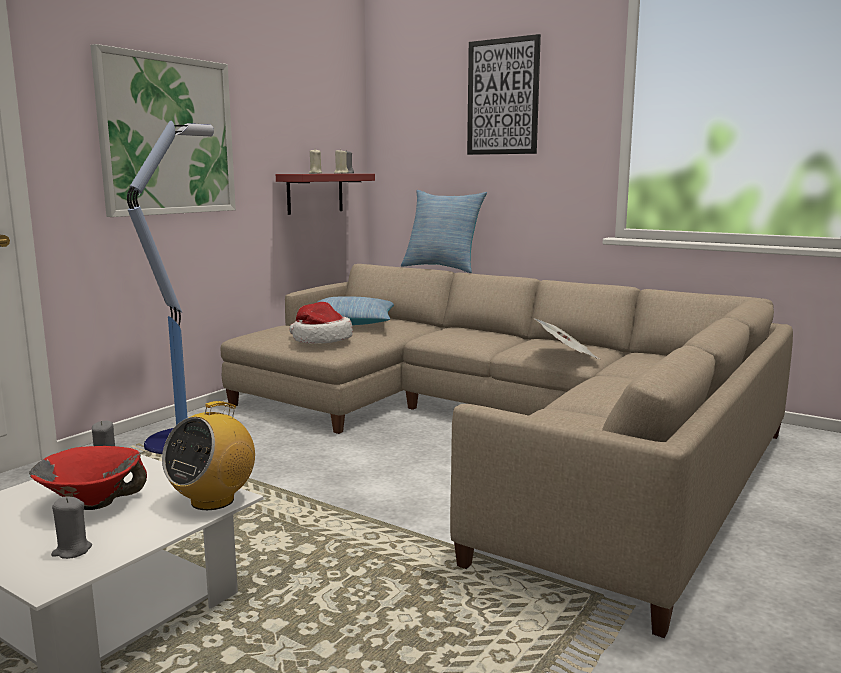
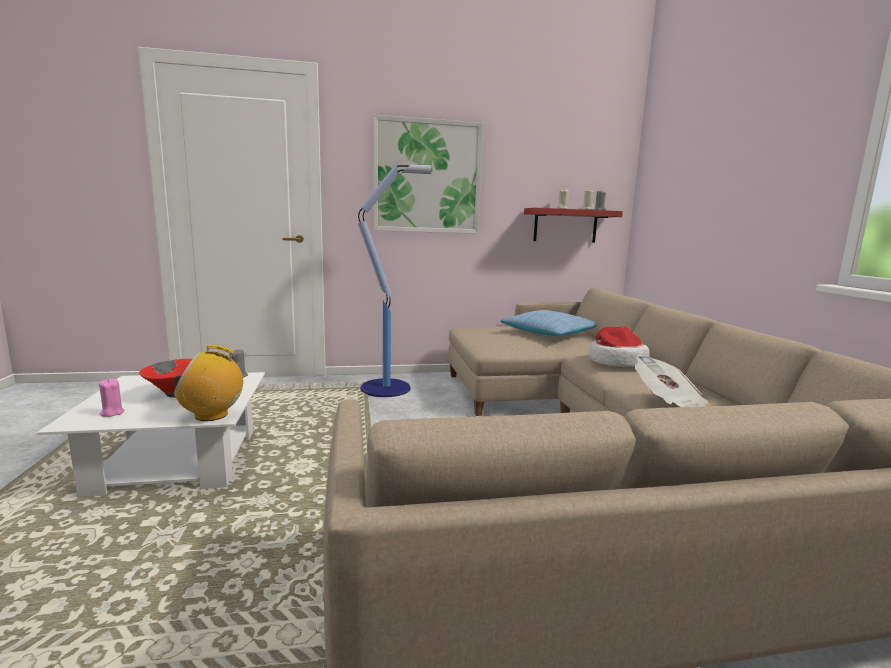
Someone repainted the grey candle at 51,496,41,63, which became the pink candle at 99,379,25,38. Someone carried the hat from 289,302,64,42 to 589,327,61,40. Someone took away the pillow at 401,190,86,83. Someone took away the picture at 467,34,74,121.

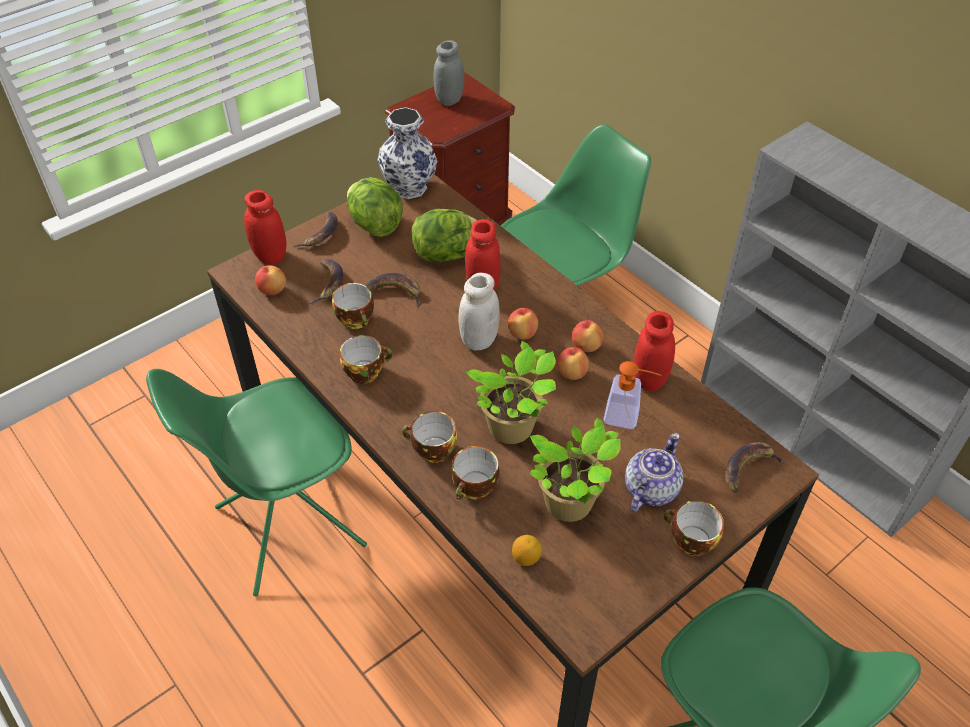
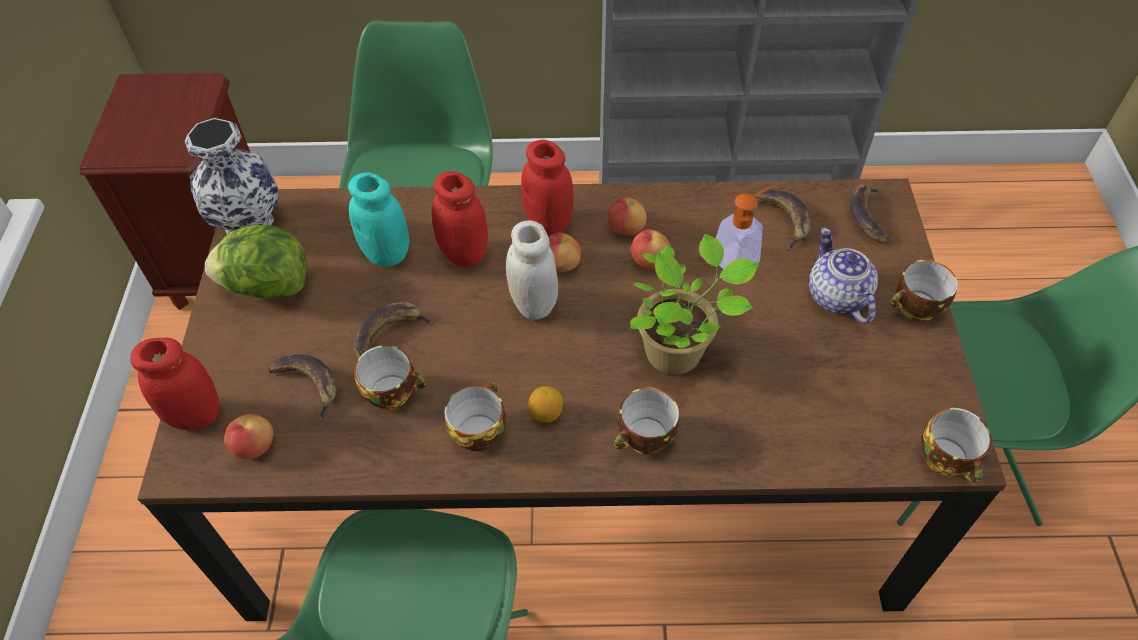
Someone carried the banana from 293,212,45,35 to 756,190,55,61. Someone swapped the lettuce at 412,209,65,53 for the turquoise jar at 348,172,61,95. Someone took away the grey jar at 433,40,31,66. Someone carried the cup from 451,446,48,54 to 921,408,71,75. Someone carried the lemon from 512,535,30,31 to 528,386,35,37. Someone took away the potted plant at 530,418,91,104. Someone carried the red jar from 633,311,42,80 to 521,140,52,95.

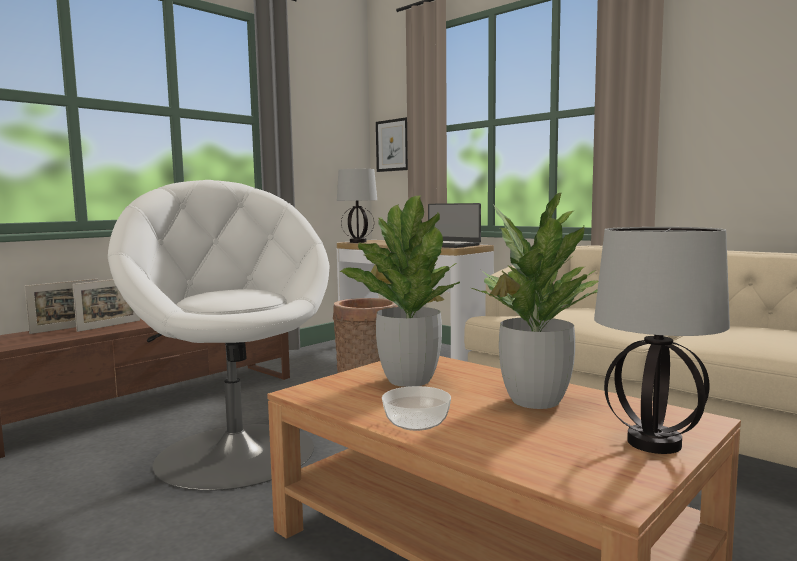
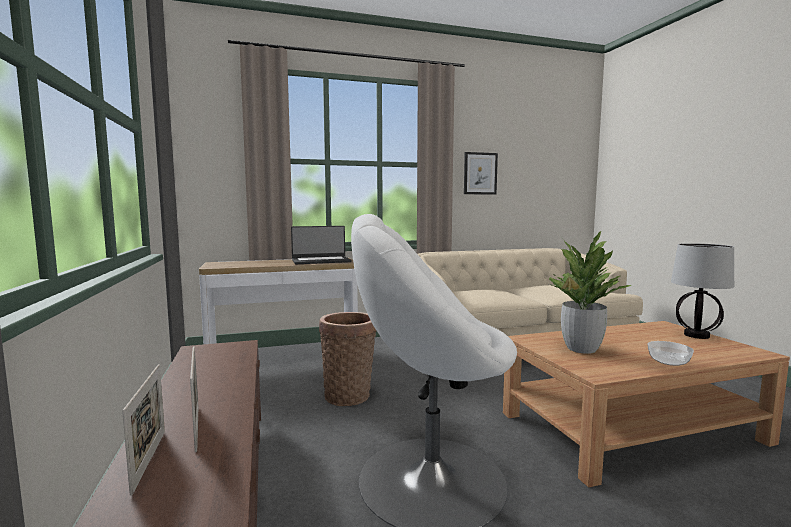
Someone took away the table lamp at 337,169,40,74. Someone carried the picture from 376,117,32,55 to 464,152,34,43. Someone took away the potted plant at 472,193,127,216.

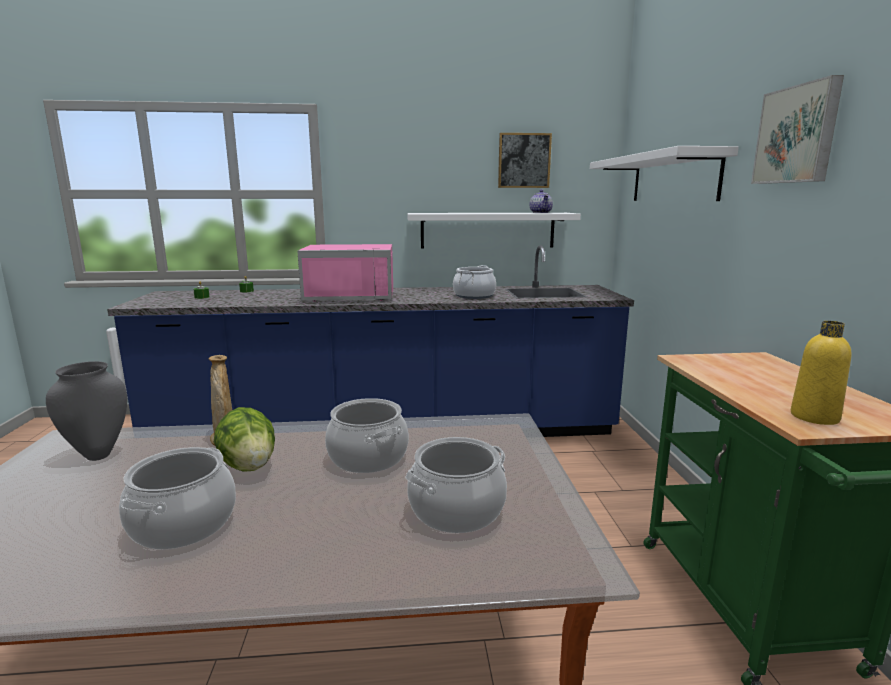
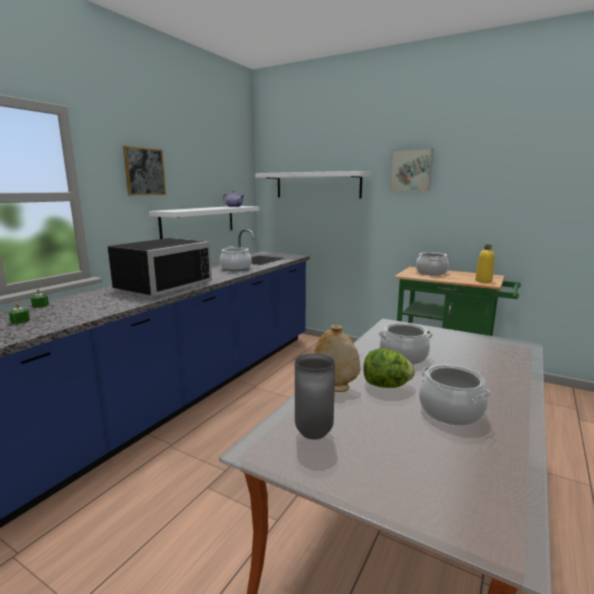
Someone repainted the pink microwave at 297,244,96,58, which became the black microwave at 107,238,105,58. Someone carried the cooking pot from 405,437,102,96 to 416,252,33,23. Someone carried the picture from 498,133,54,55 to 123,146,43,49.

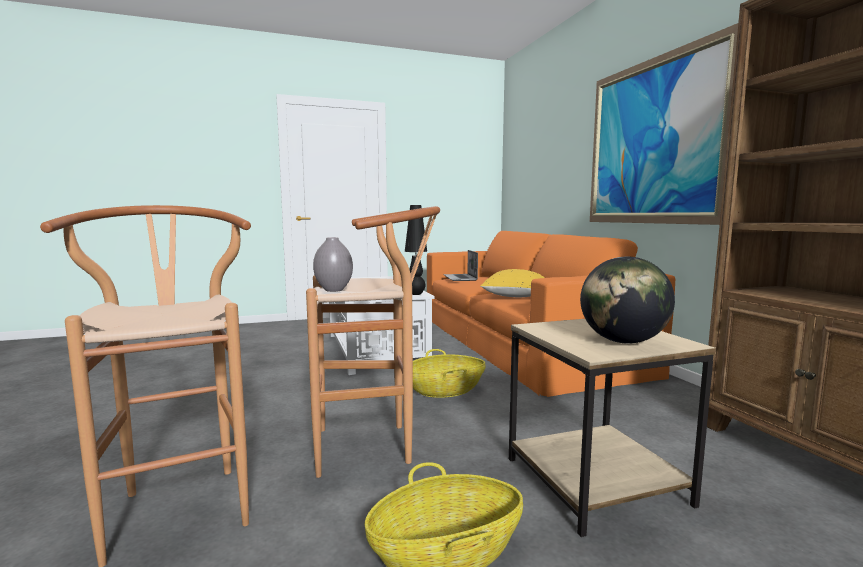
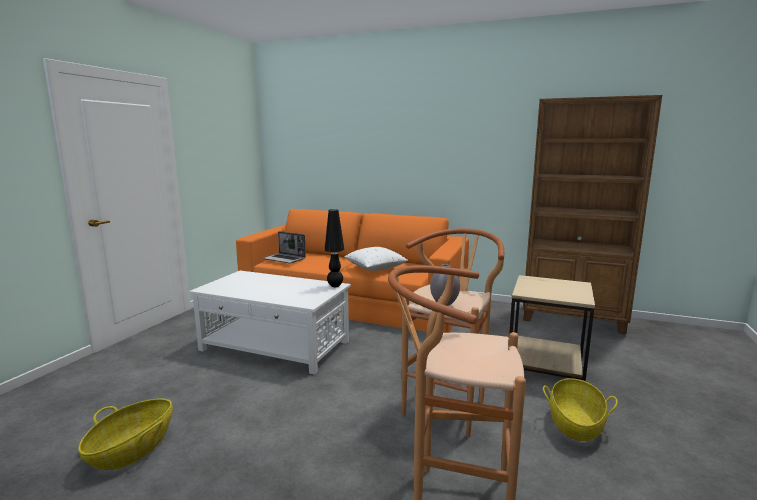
Someone carried the basket from 413,349,73,49 to 78,399,95,71. Someone repainted the yellow pillow at 480,269,65,28, which became the white pillow at 344,247,64,24. Someone took away the globe at 580,256,95,88. Someone took away the picture at 590,23,148,202.

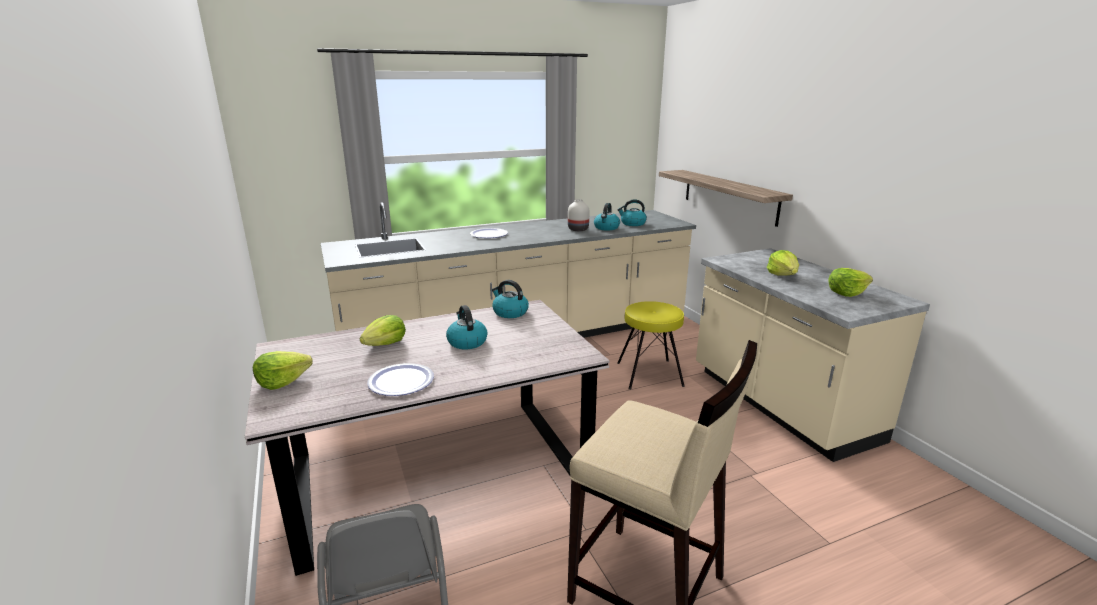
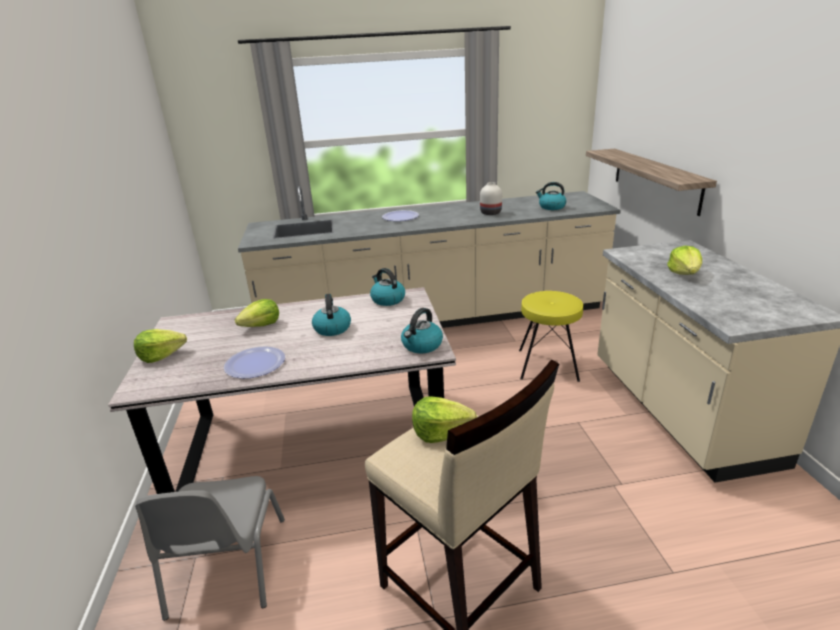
Someone carried the kettle from 594,203,26,27 to 401,308,42,46. Someone carried the lettuce from 828,268,45,29 to 412,396,65,47.

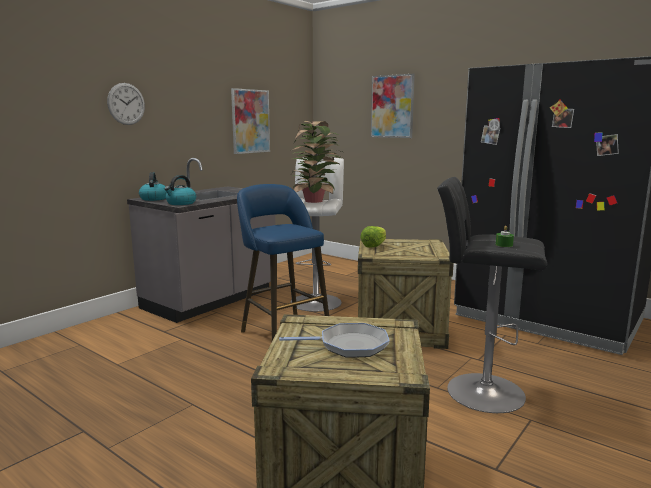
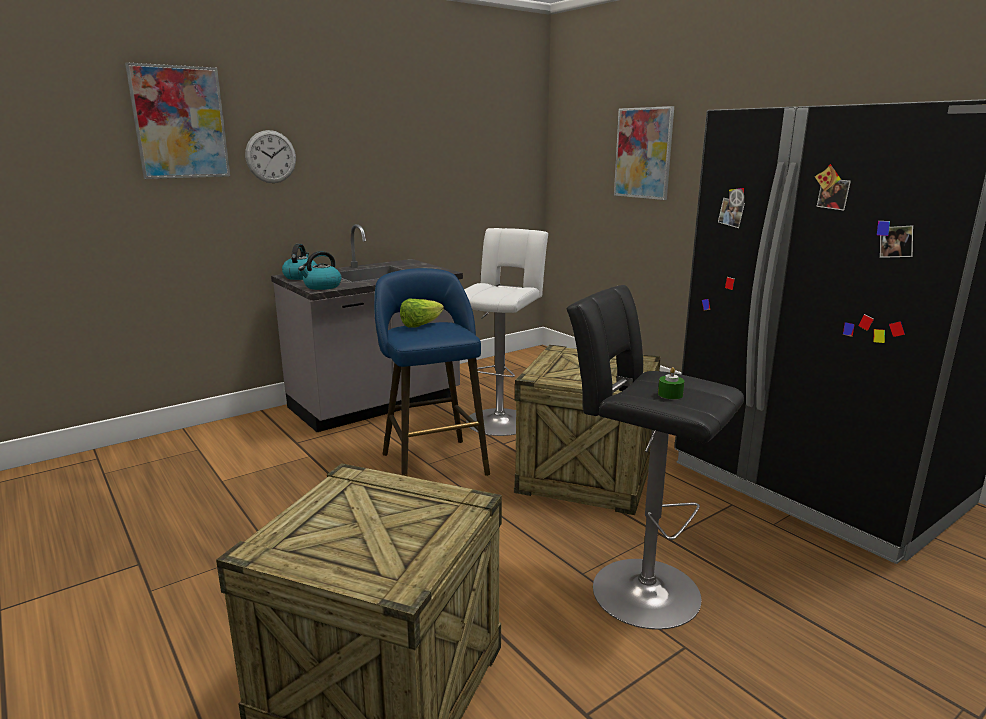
Someone carried the picture from 231,88,39,66 to 125,62,105,117. Someone took away the frying pan at 279,323,111,34. Someone took away the potted plant at 291,121,51,82. Someone carried the lettuce from 360,226,26,22 to 400,299,44,29.

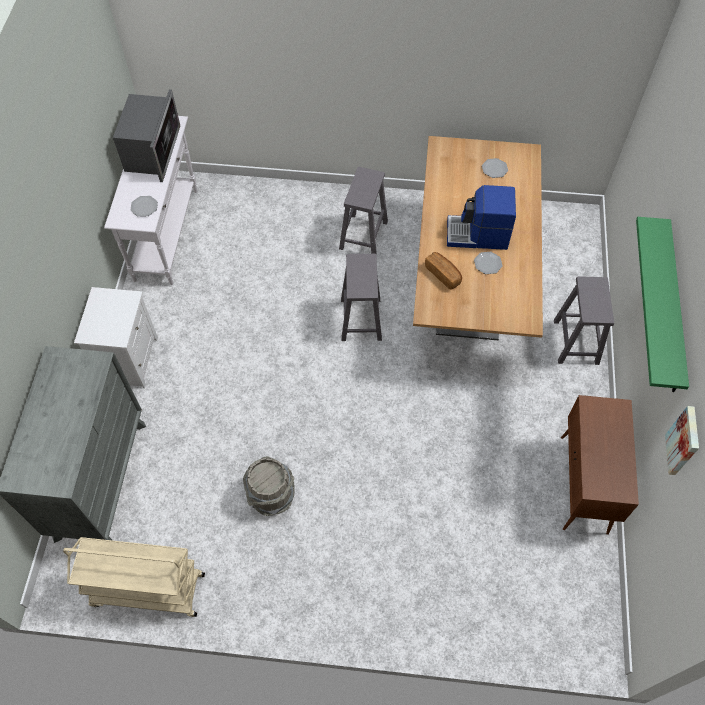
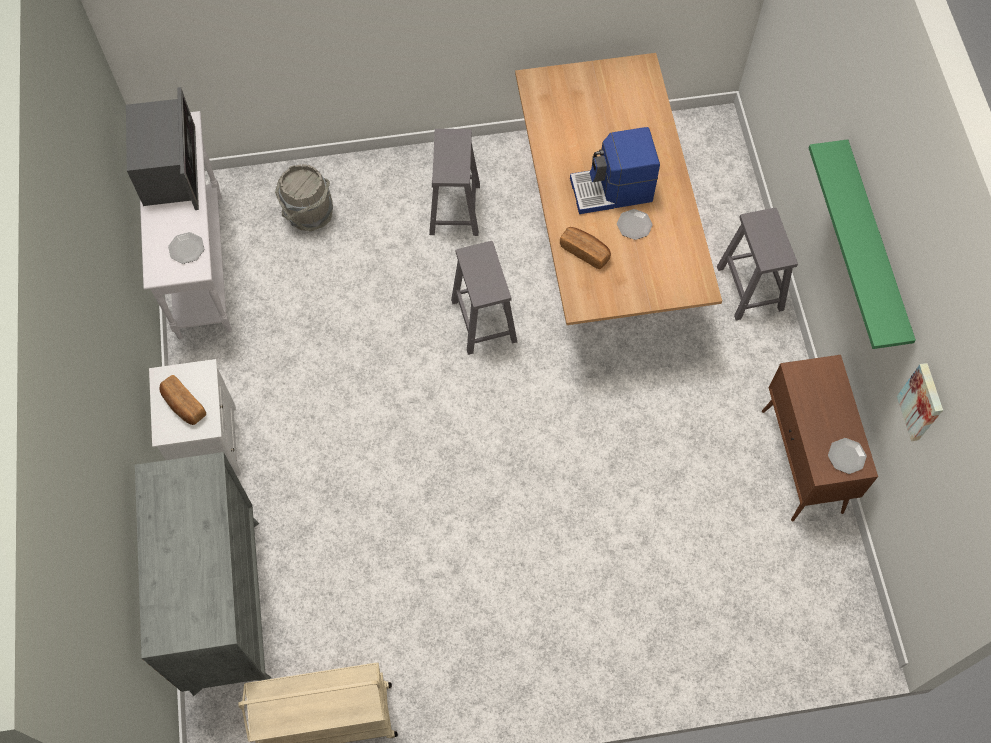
Someone carried the grey bucket from 243,456,52,60 to 275,164,58,67. Someone carried the plate from 482,158,26,20 to 828,438,39,36. Someone put down the bread at 160,375,46,50.

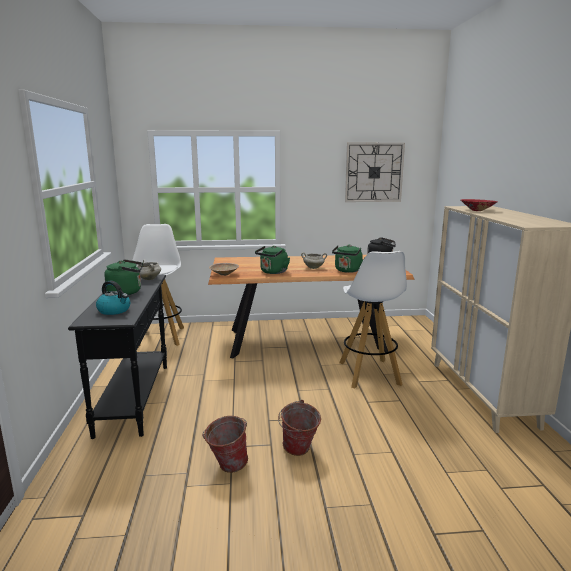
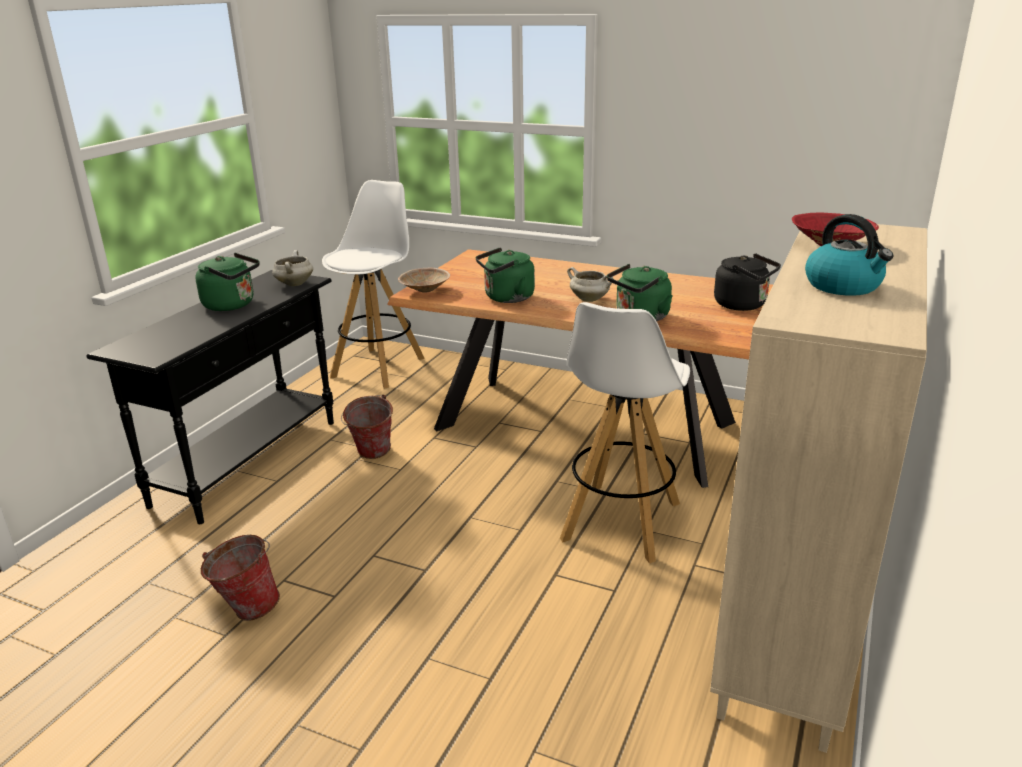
Someone carried the kettle from 96,280,34,35 to 805,214,89,82. Someone carried the bucket from 278,400,43,56 to 341,394,52,65. Someone took away the wall clock at 345,143,60,59.

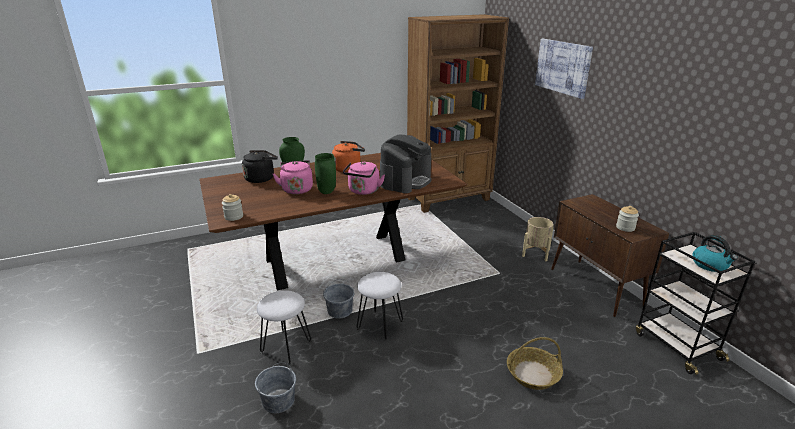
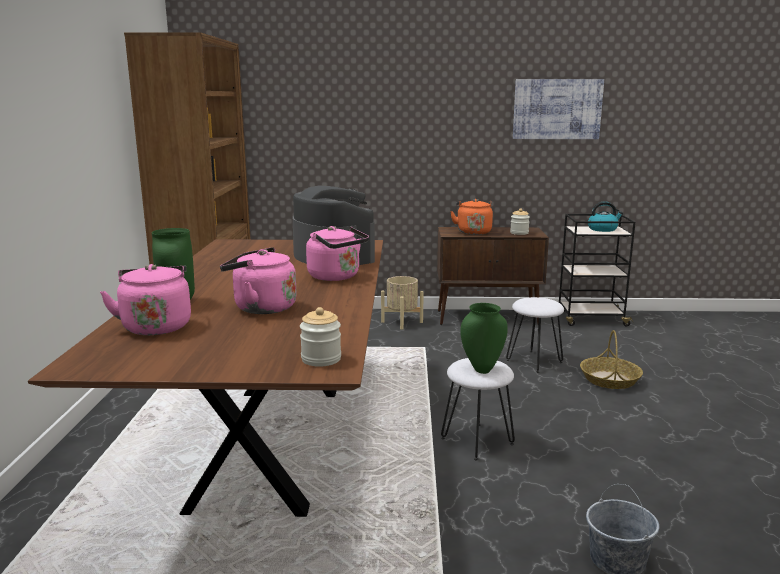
Someone repainted the black kettle at 242,150,36,33, which became the pink kettle at 100,264,91,71. Someone carried the white stool from 257,290,54,74 to 506,297,58,76. Someone carried the green vase from 315,153,21,41 to 460,303,48,71. Someone took away the grey bucket at 323,279,31,39. Someone carried the orange kettle from 332,141,33,31 to 450,199,43,36. Someone carried the picture from 535,39,58,60 to 513,79,91,60.

